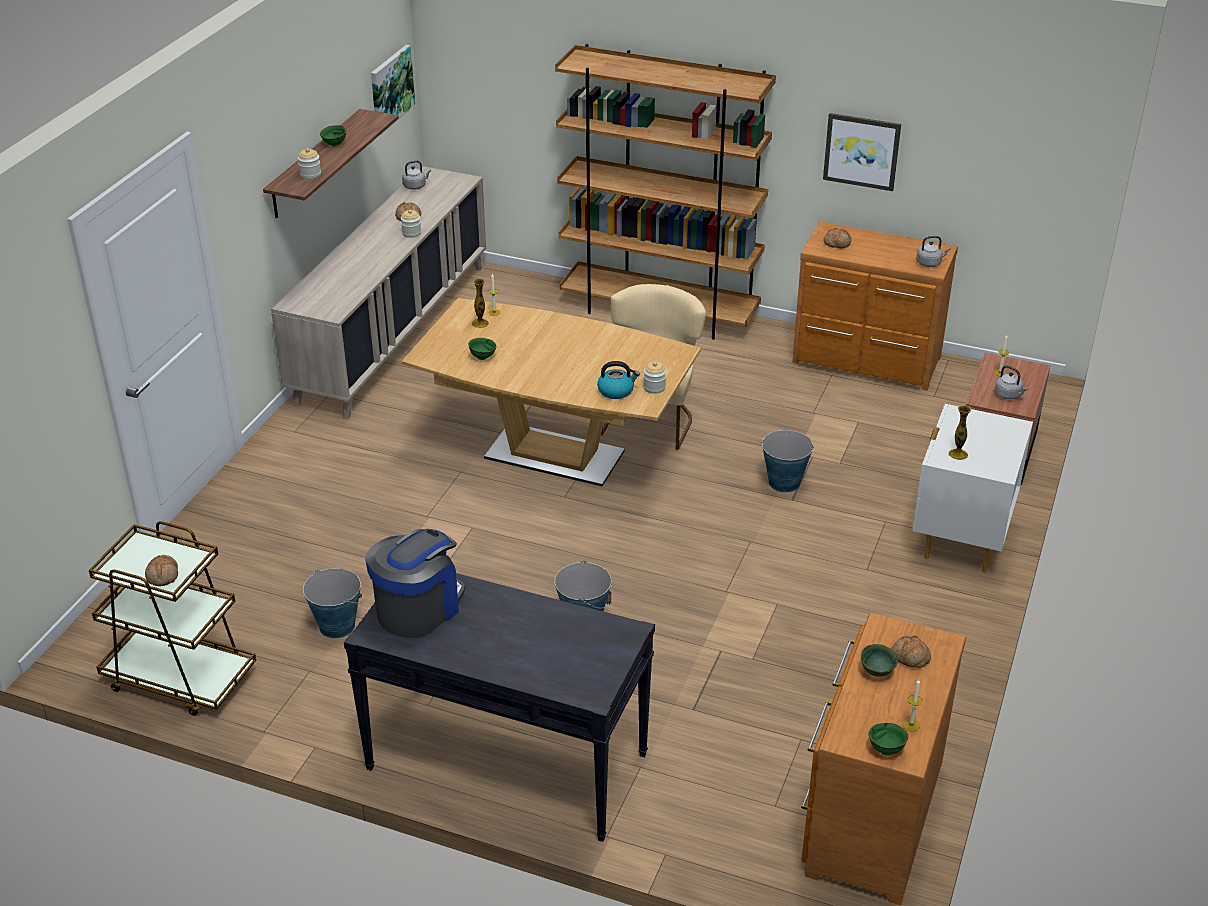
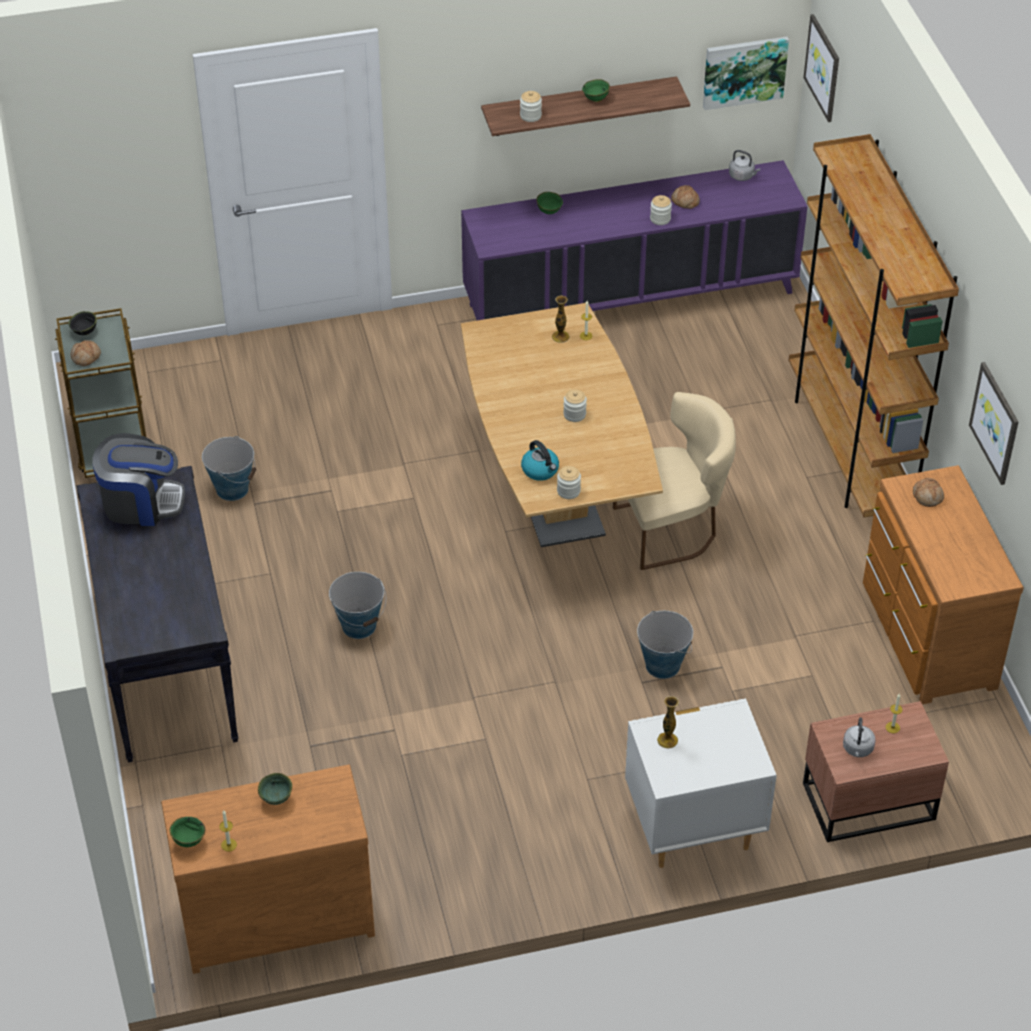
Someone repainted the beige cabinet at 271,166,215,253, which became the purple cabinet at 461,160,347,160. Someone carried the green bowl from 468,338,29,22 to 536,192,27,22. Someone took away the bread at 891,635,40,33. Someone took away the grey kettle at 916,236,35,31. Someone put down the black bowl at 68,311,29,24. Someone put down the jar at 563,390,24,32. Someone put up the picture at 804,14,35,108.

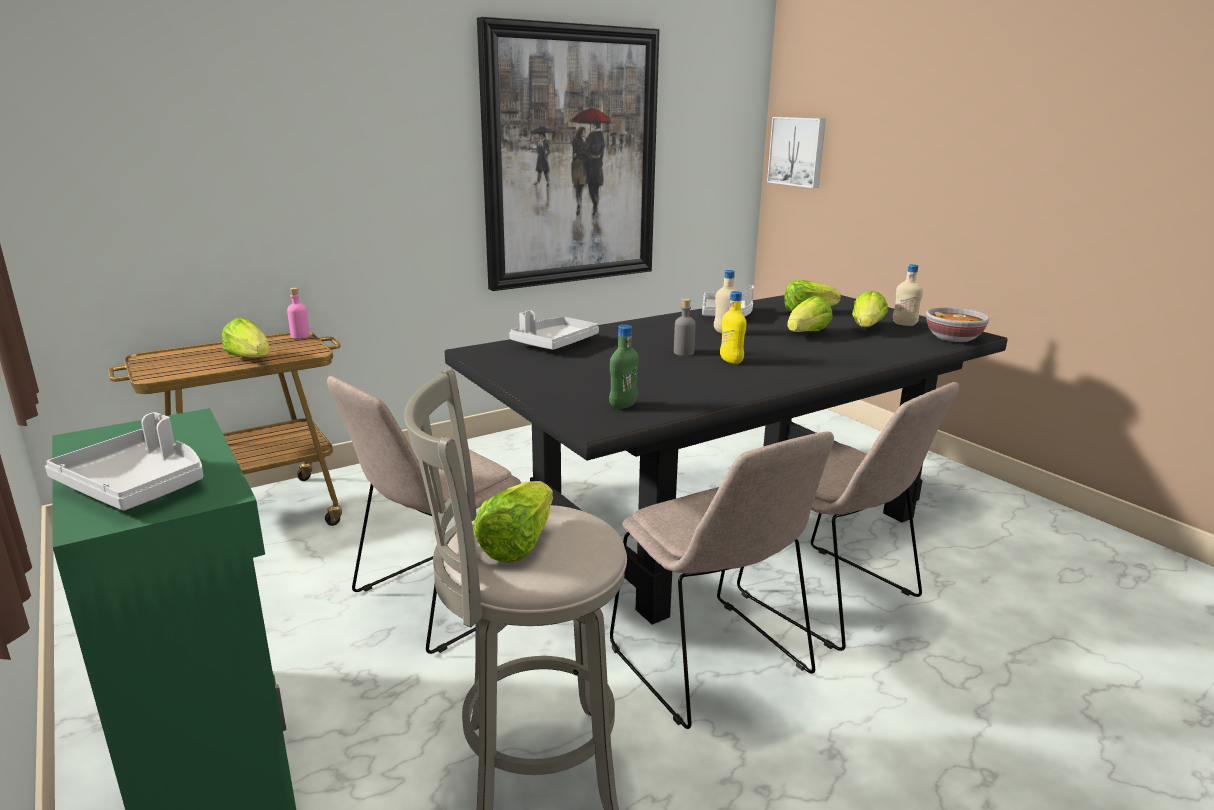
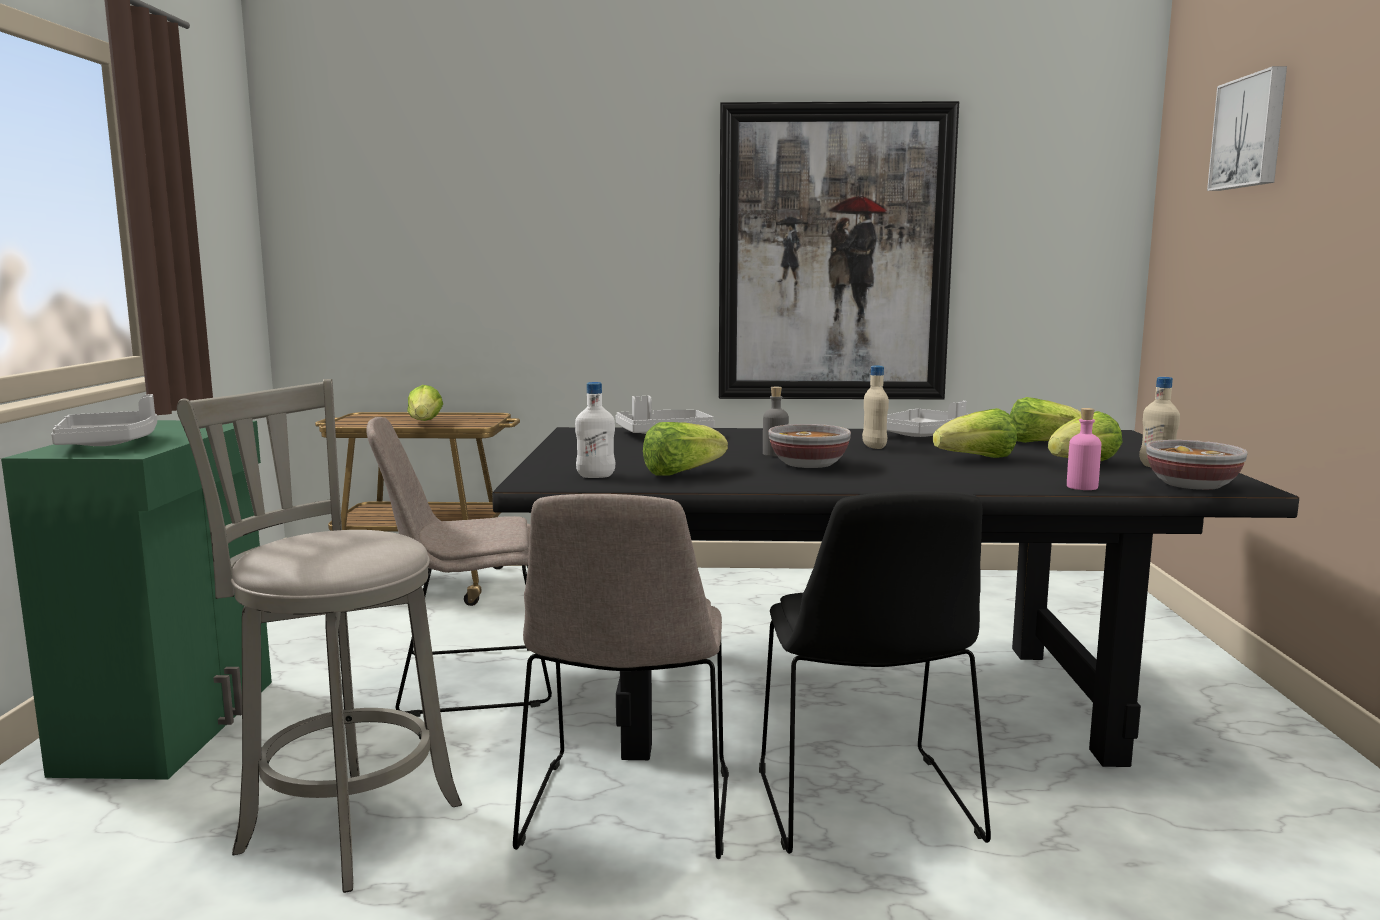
Someone carried the pink bottle from 287,288,23,51 to 1067,408,34,82. Someone carried the lettuce from 473,481,80,81 to 643,422,85,54. Someone repainted the green bottle at 609,325,30,84, which became the white bottle at 575,382,40,96. Someone swapped the yellow bottle at 720,291,26,73 for the bowl at 768,424,83,44. Someone repainted the beige chair at 737,382,222,269, which became the black chair at 759,491,232,363. Someone carried the picture from 767,117,59,71 to 1207,66,80,125.

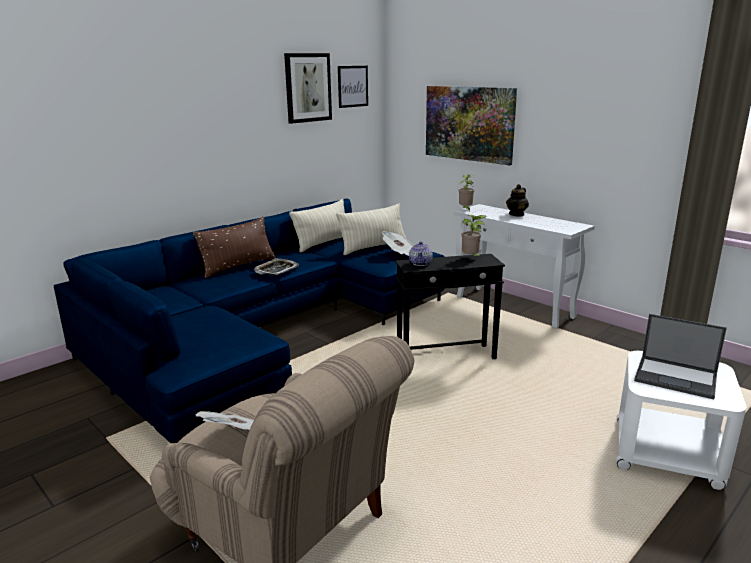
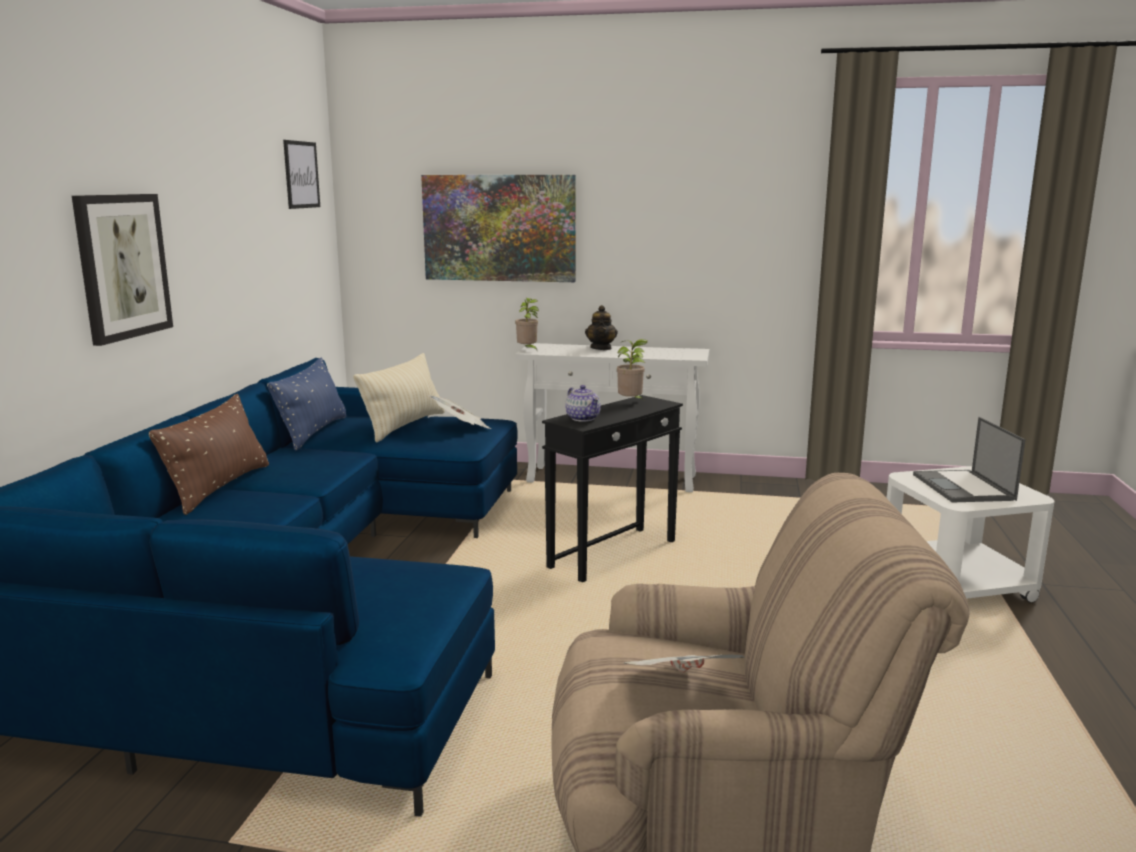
Someone took away the tray at 254,258,45,18. Someone carried the picture from 284,53,48,71 to 72,194,101,152. Someone repainted the beige pillow at 289,199,56,54, which became the blue pillow at 267,358,80,93. Someone rotated the laptop at 634,314,93,85 by 90 degrees clockwise.

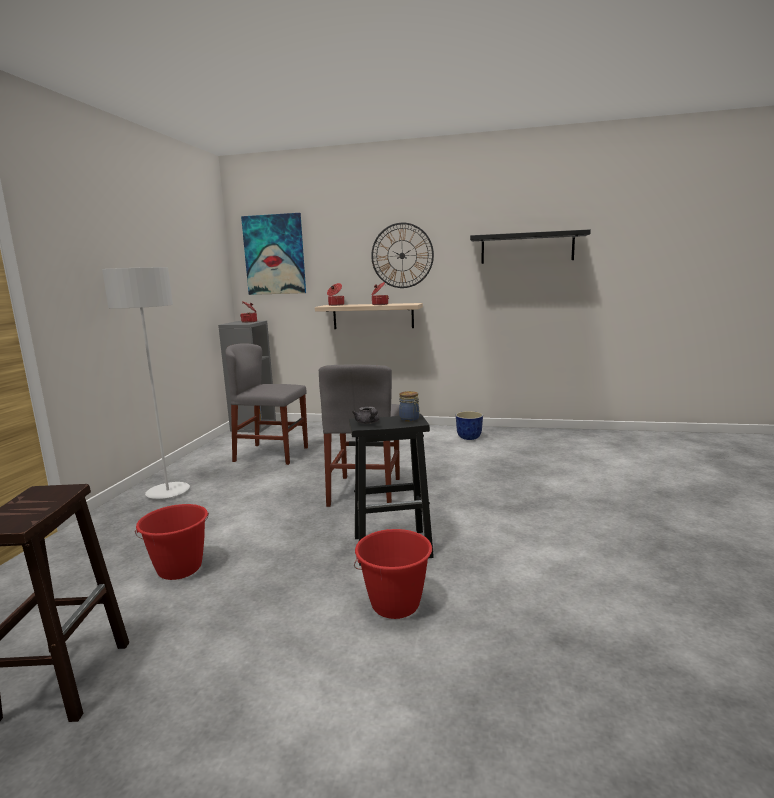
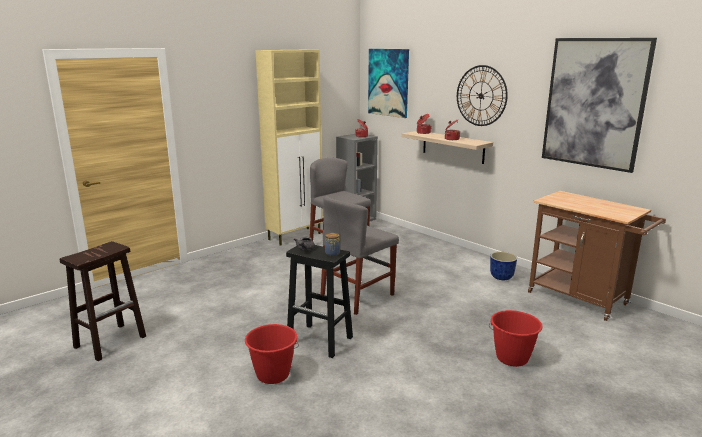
Someone took away the grey floor lamp at 102,267,88,232. Someone carried the red bucket from 135,504,74,76 to 489,310,54,57. Someone swapped the black shelf at 470,229,121,35 for the picture at 542,38,115,135. Someone put down the beige cabinet at 255,50,68,196. Someone put down the brown cart at 528,191,138,130.

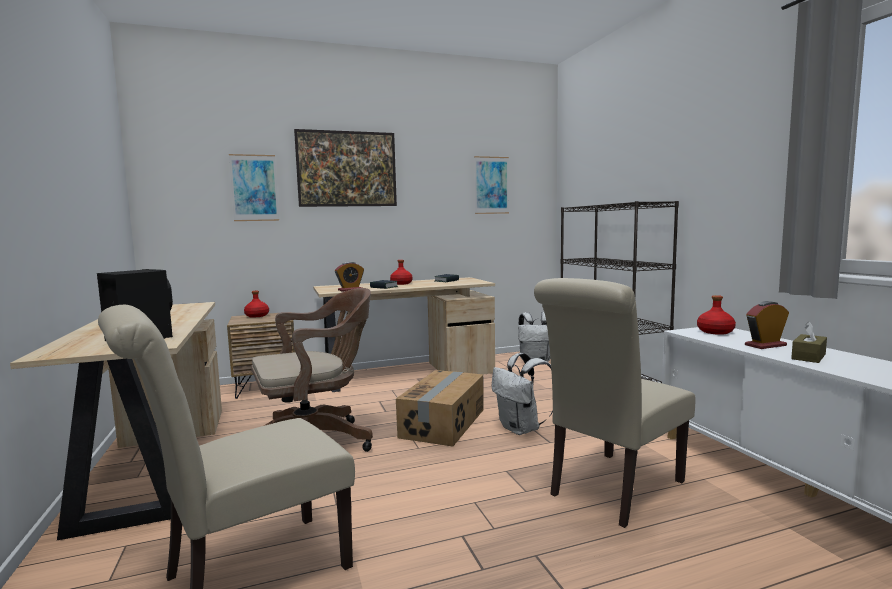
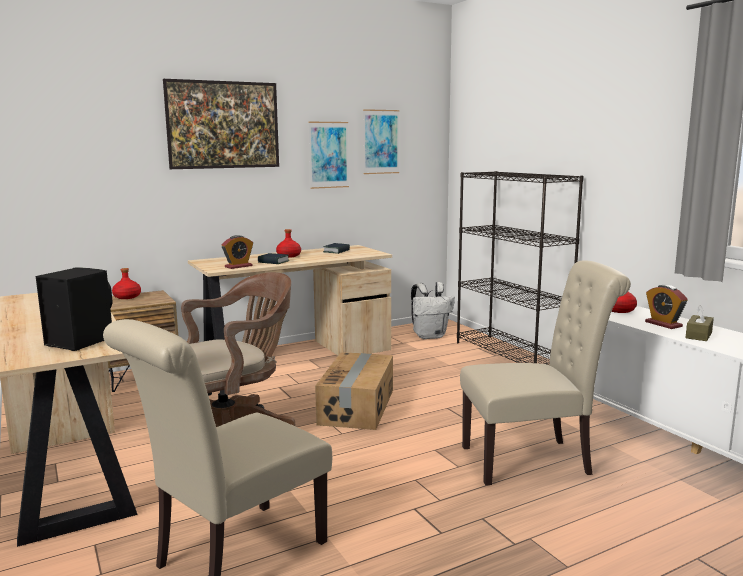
Someone carried the picture from 229,154,50,67 to 308,122,41,67. Someone took away the white backpack at 492,353,61,82. Someone rotated the beige chair at 534,278,162,250 by 135 degrees counterclockwise. Someone rotated the alarm clock at 745,301,44,48 by 90 degrees counterclockwise.

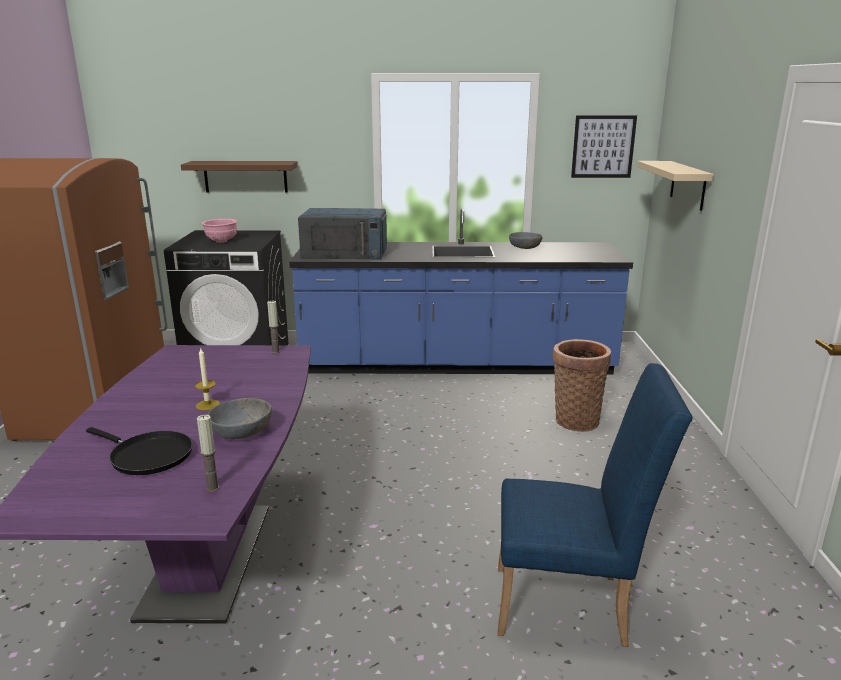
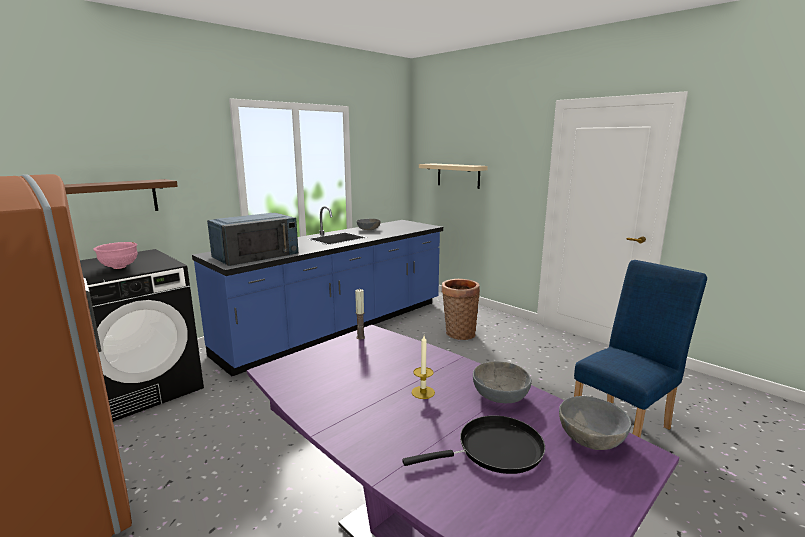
Someone swapped the candle at 197,415,23,77 for the grey bowl at 559,396,73,54. Someone took away the picture at 571,115,66,63.

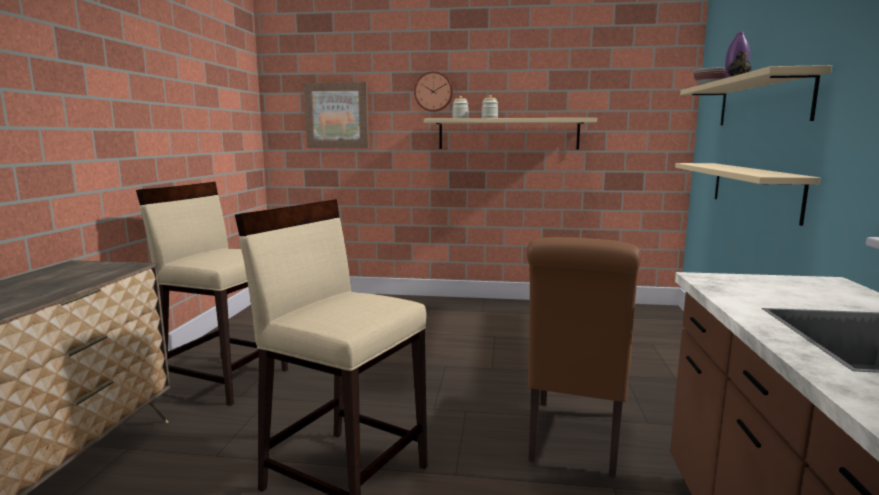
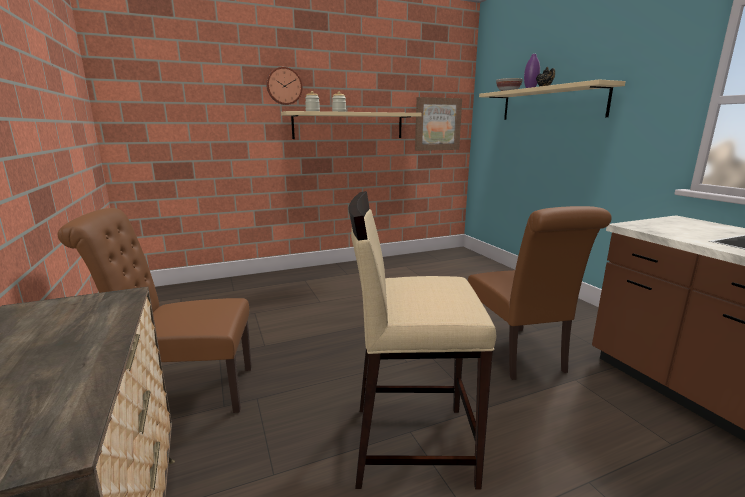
Someone swapped the beige stool at 136,182,152,224 for the brown chair at 58,208,194,205. Someone carried the picture from 304,82,65,66 to 415,97,47,54. Someone took away the beige shelf at 675,163,145,63.

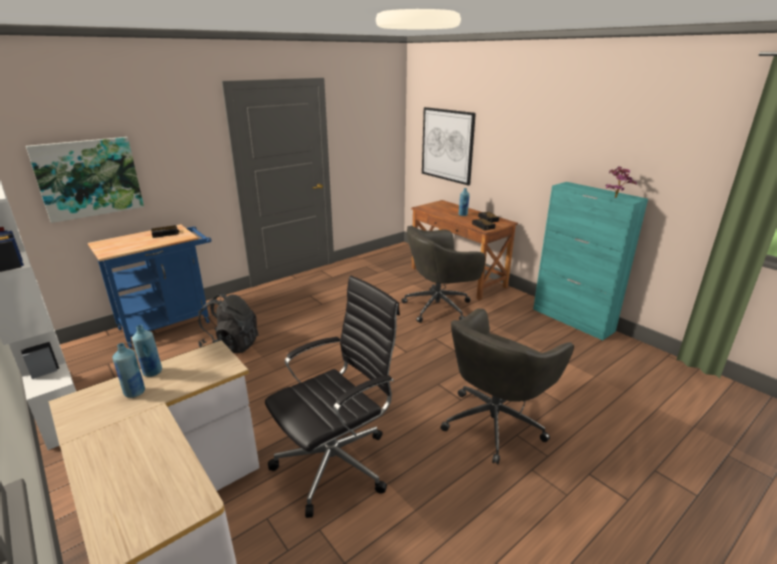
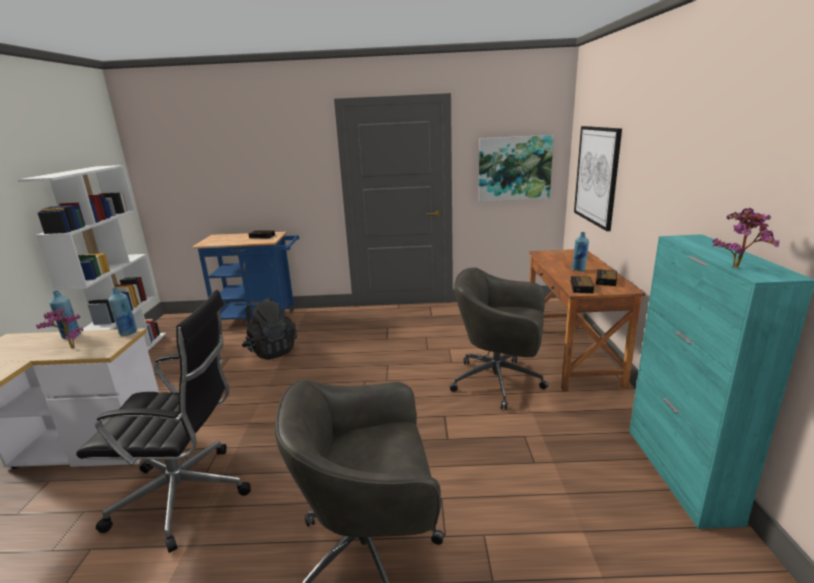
Someone carried the picture from 26,137,118,86 to 479,135,75,67. Someone carried the blue bottle from 112,343,33,55 to 108,287,29,49. Someone put down the potted plant at 36,308,47,40.

